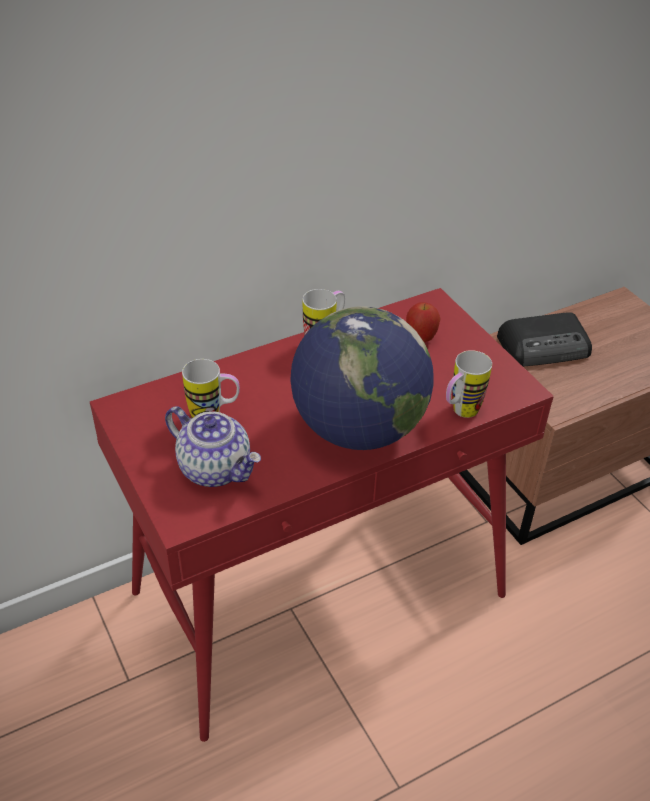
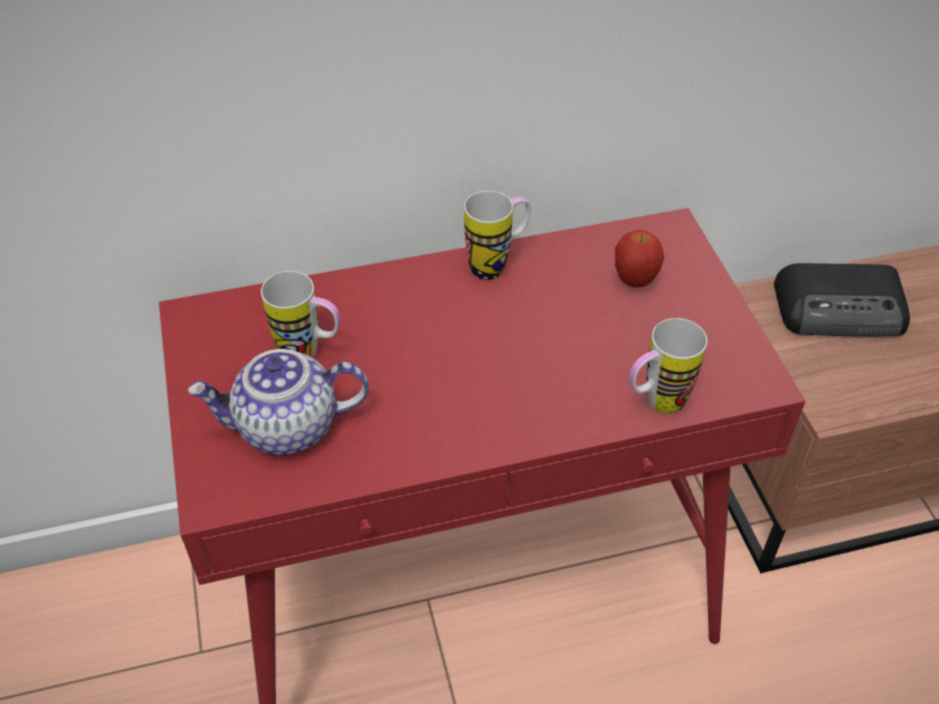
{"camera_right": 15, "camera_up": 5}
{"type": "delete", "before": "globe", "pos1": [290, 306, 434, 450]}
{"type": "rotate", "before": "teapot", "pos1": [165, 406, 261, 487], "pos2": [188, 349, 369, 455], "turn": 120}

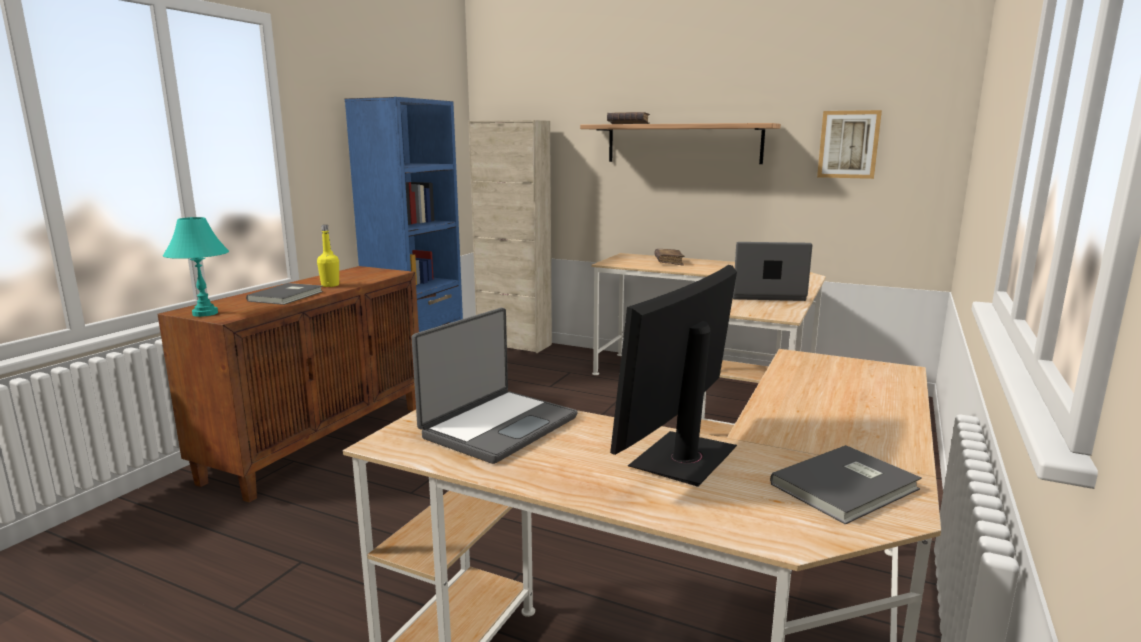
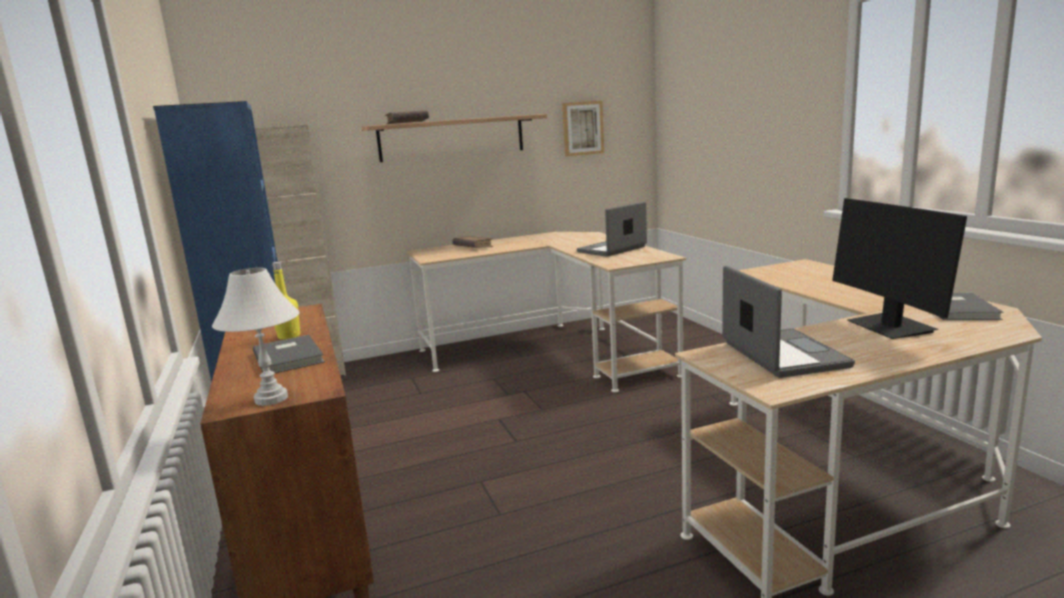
{"camera_right": -45, "camera_up": 0}
{"type": "recolor", "before": "turquoise table lamp", "after": "white table lamp", "pos1": [163, 217, 229, 317], "pos2": [212, 268, 300, 406]}

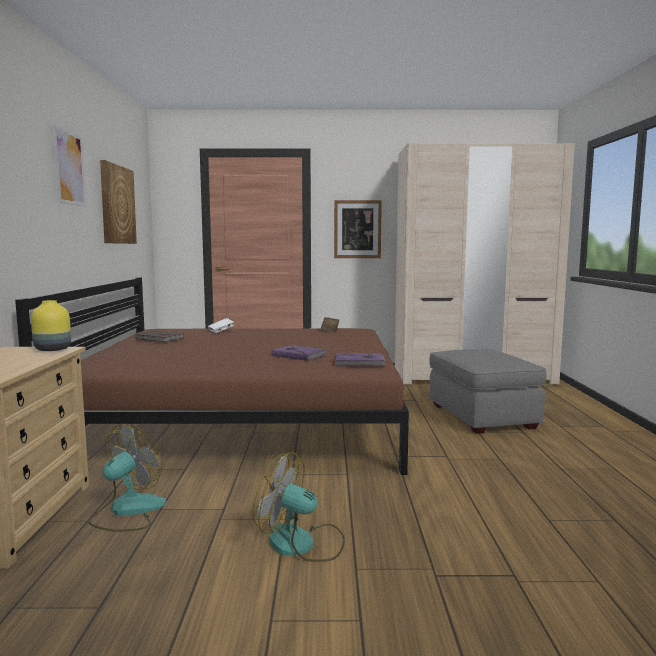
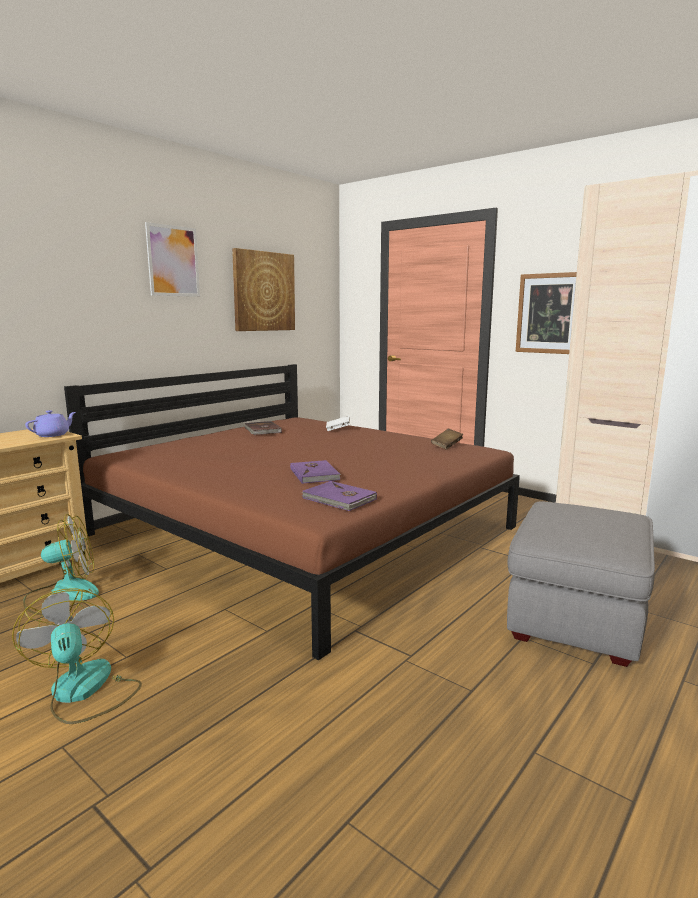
{"camera_right": 40, "camera_up": 5}
{"type": "replace", "before": "yellow vase", "after": "purple teapot", "pos1": [31, 300, 71, 351], "pos2": [25, 410, 76, 437]}

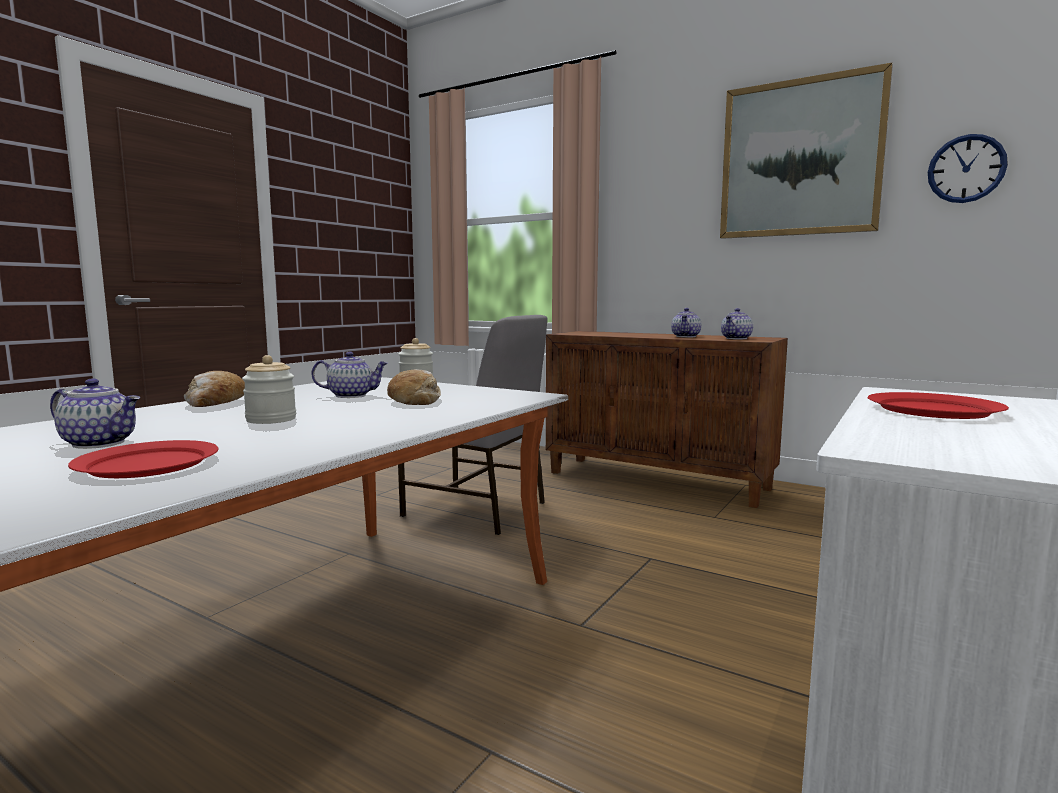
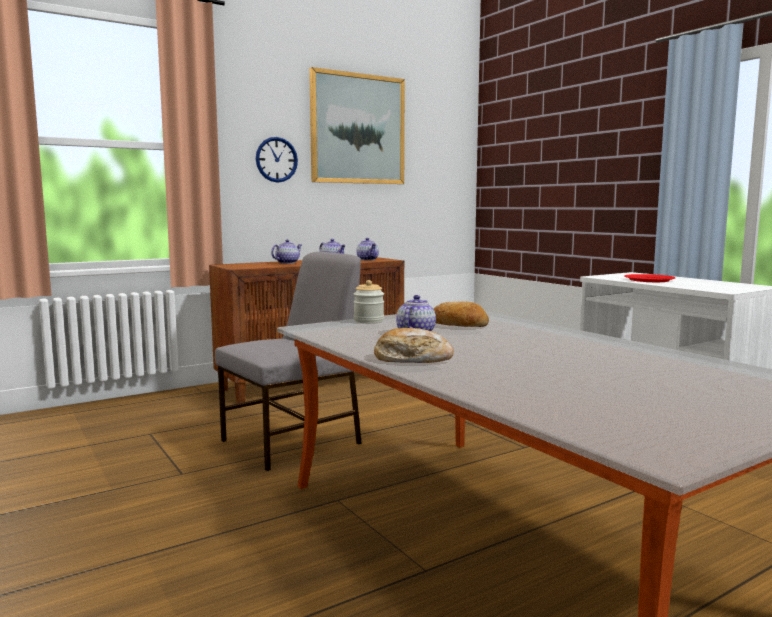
{"camera_right": -65, "camera_up": 0}
{"type": "delete", "before": "red plate", "pos1": [68, 440, 219, 478]}
{"type": "delete", "before": "jar", "pos1": [242, 355, 296, 424]}
{"type": "move", "before": "teapot", "pos1": [50, 378, 140, 449], "pos2": [271, 240, 302, 264]}
{"type": "move", "before": "wall clock", "pos1": [928, 134, 1008, 203], "pos2": [256, 137, 298, 183]}

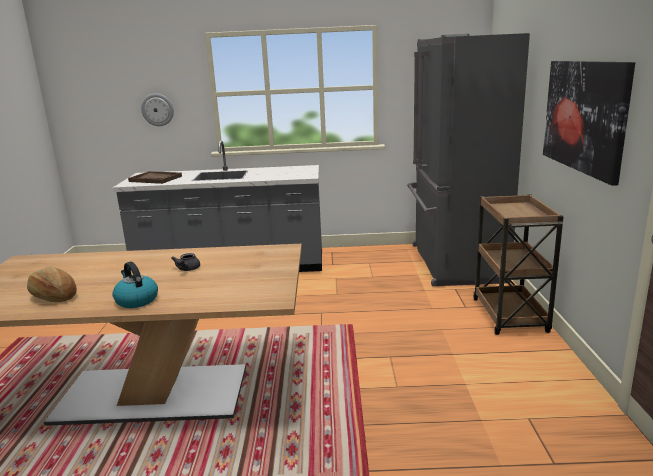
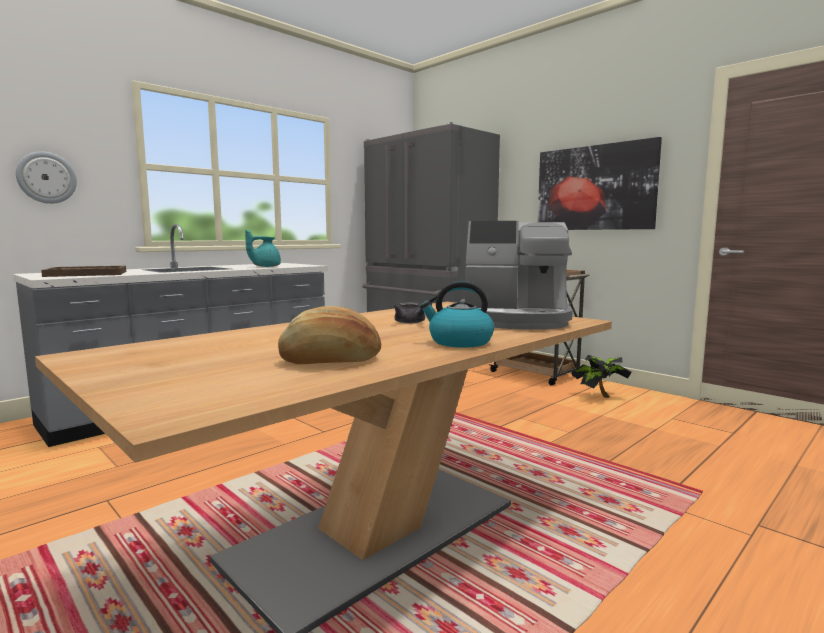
{"camera_right": -45, "camera_up": -10}
{"type": "insert", "after": "turquoise teapot", "pos2": [245, 230, 281, 267]}
{"type": "insert", "after": "coffee machine", "pos2": [460, 221, 573, 330]}
{"type": "insert", "after": "potted plant", "pos2": [572, 355, 632, 398]}

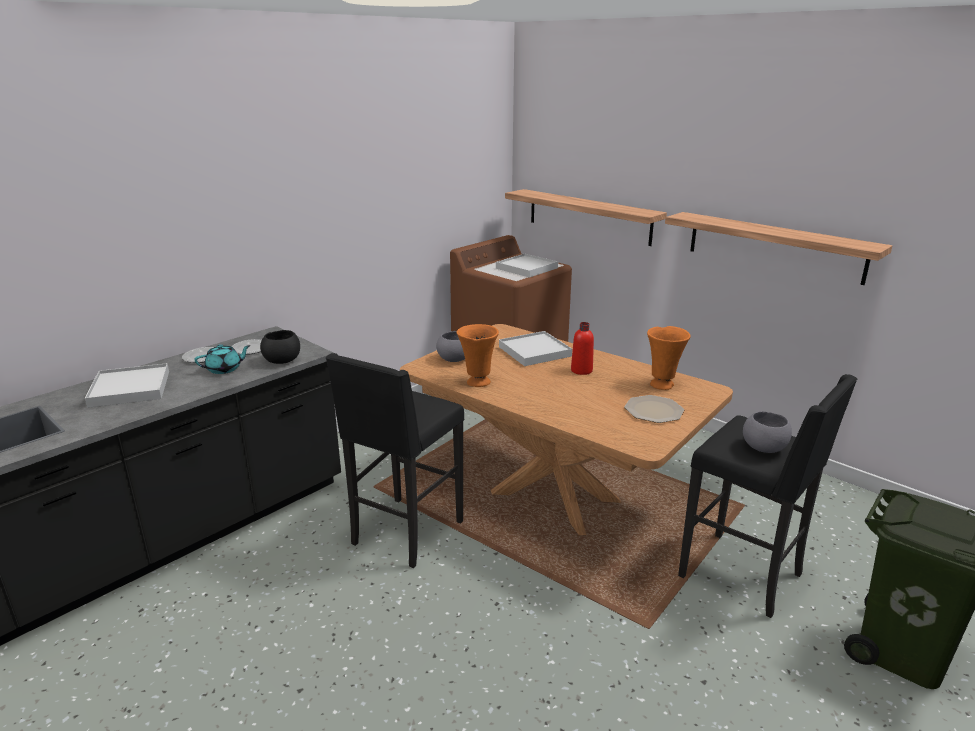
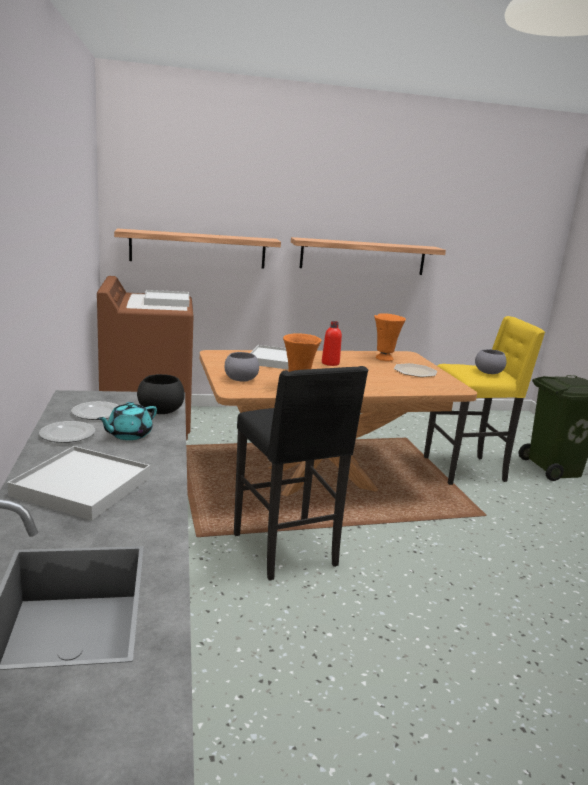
{"camera_right": -55, "camera_up": -5}
{"type": "recolor", "before": "black stool", "after": "yellow stool", "pos1": [678, 374, 857, 618], "pos2": [424, 316, 545, 485]}
{"type": "rotate", "before": "turquoise teapot", "pos1": [194, 344, 251, 374], "pos2": [97, 402, 157, 440], "turn": -150}

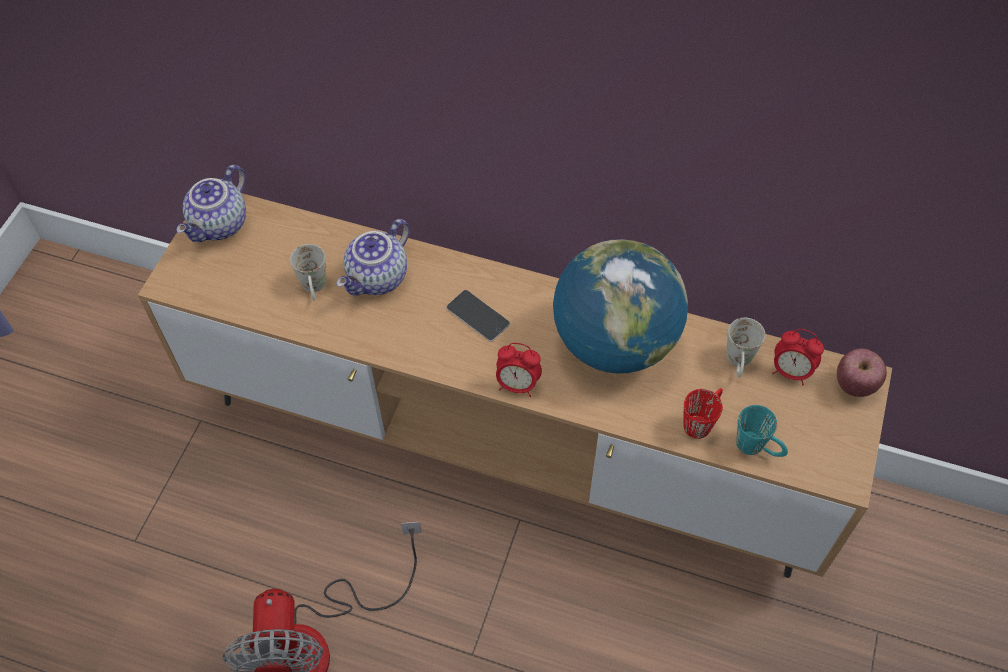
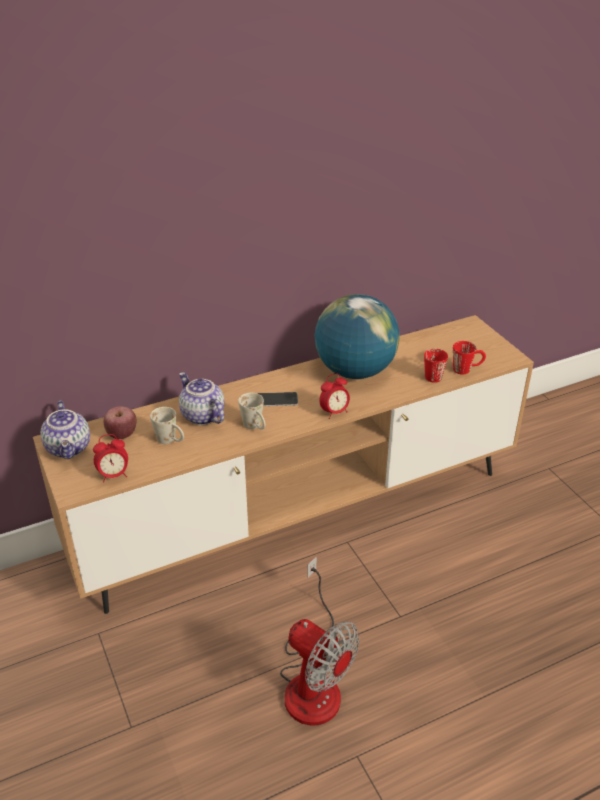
{"camera_right": -45, "camera_up": -20}
{"type": "move", "before": "white mug", "pos1": [726, 318, 765, 378], "pos2": [238, 393, 265, 429]}
{"type": "move", "before": "alarm clock", "pos1": [772, 329, 824, 385], "pos2": [93, 434, 128, 483]}
{"type": "move", "before": "apple", "pos1": [837, 348, 887, 397], "pos2": [104, 406, 137, 439]}
{"type": "recolor", "before": "turquoise mug", "after": "red mug", "pos1": [736, 405, 788, 457], "pos2": [453, 341, 486, 374]}
{"type": "rotate", "before": "teapot", "pos1": [336, 219, 410, 296], "pos2": [179, 372, 224, 425], "turn": 150}

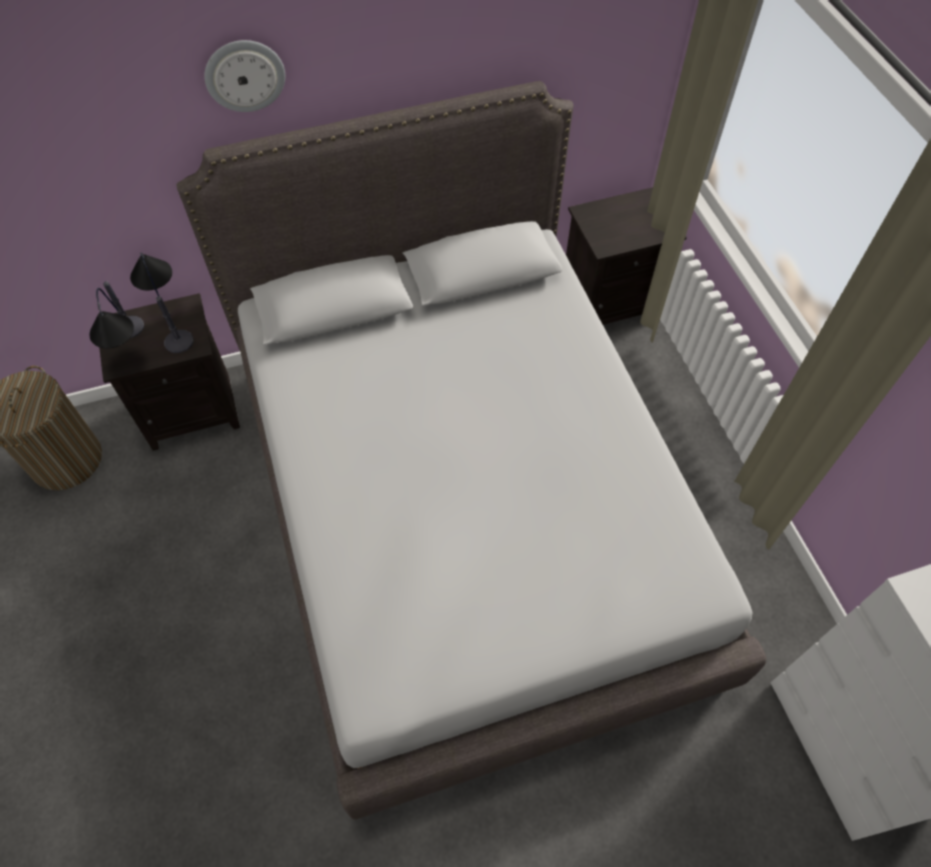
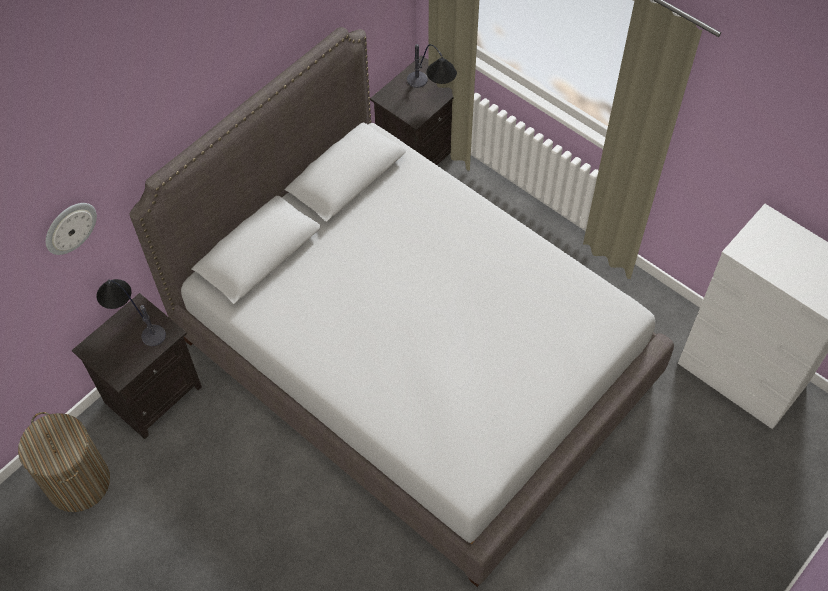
{"camera_right": -30, "camera_up": 0}
{"type": "move", "before": "table lamp", "pos1": [89, 281, 144, 348], "pos2": [407, 44, 457, 88]}
{"type": "move", "before": "wall clock", "pos1": [204, 40, 285, 112], "pos2": [46, 203, 97, 255]}

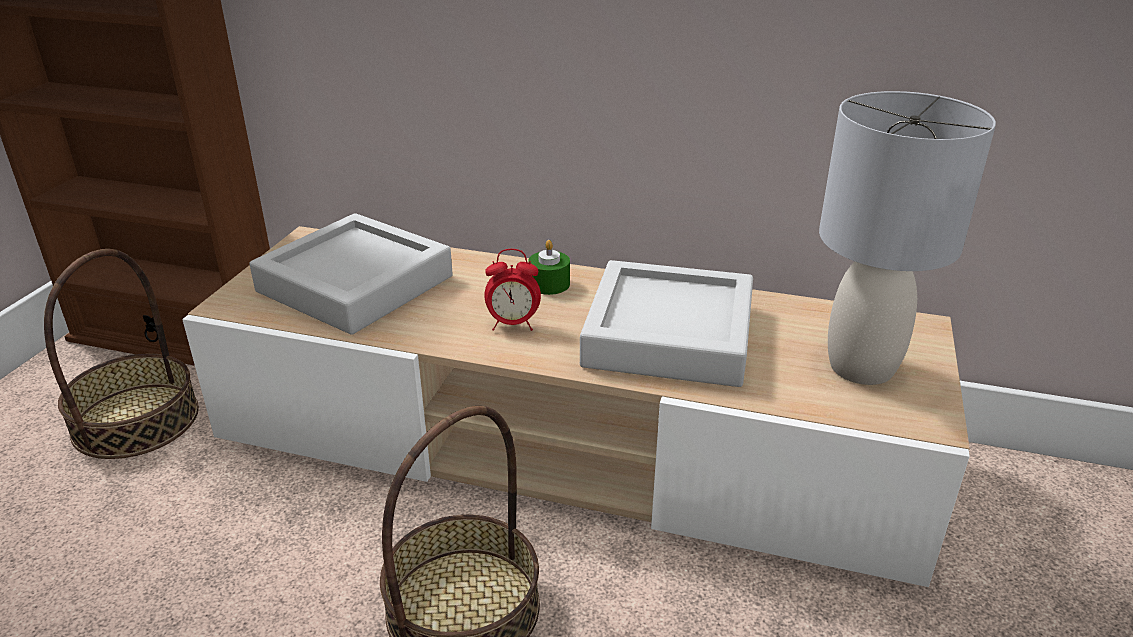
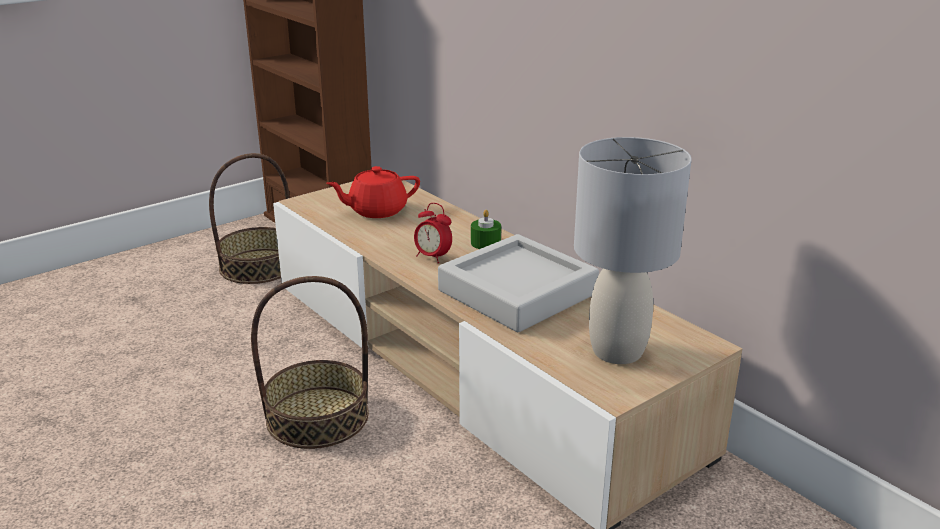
{"camera_right": 35, "camera_up": -5}
{"type": "replace", "before": "grey tray", "after": "red teapot", "pos1": [250, 213, 453, 335], "pos2": [326, 166, 420, 218]}

